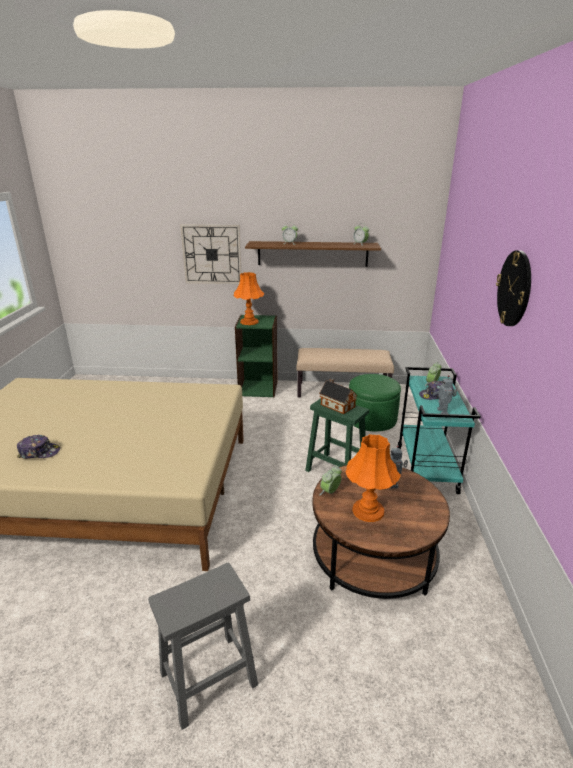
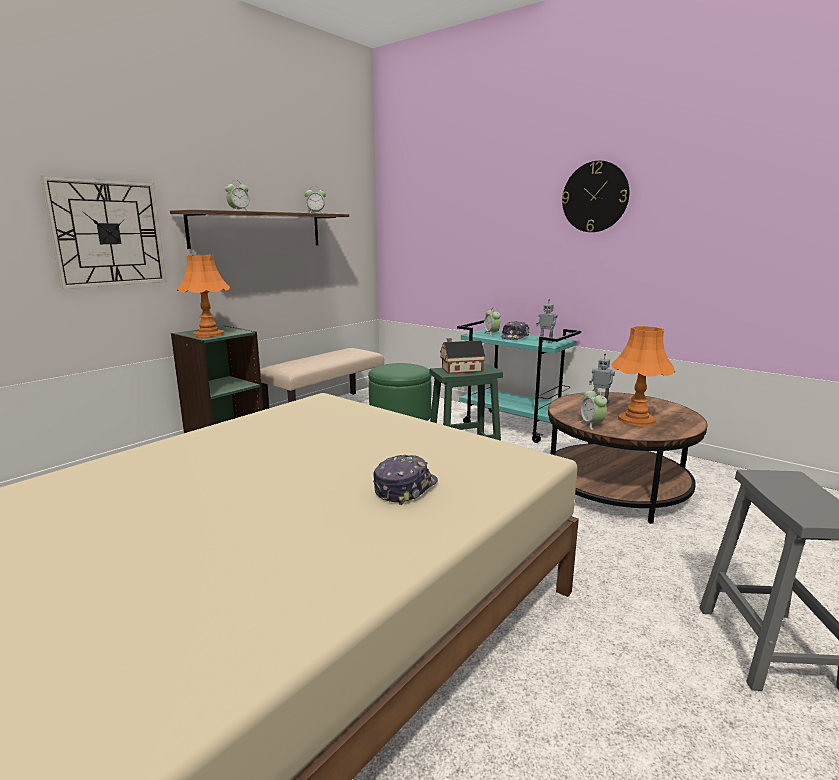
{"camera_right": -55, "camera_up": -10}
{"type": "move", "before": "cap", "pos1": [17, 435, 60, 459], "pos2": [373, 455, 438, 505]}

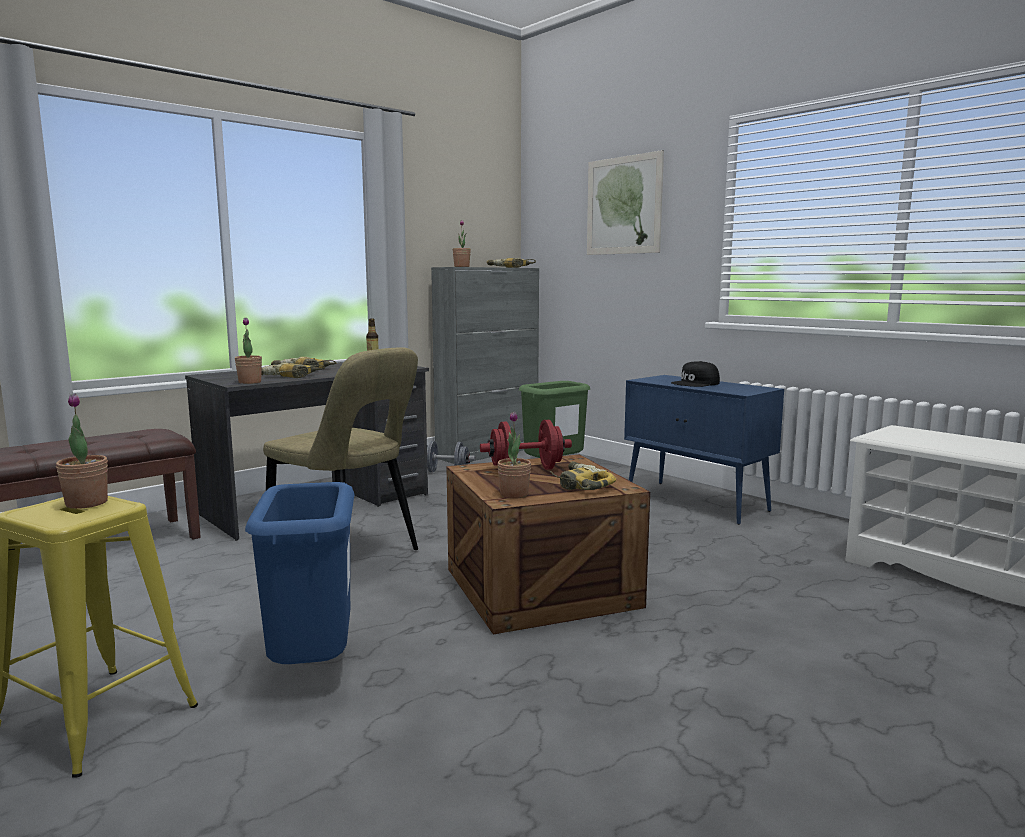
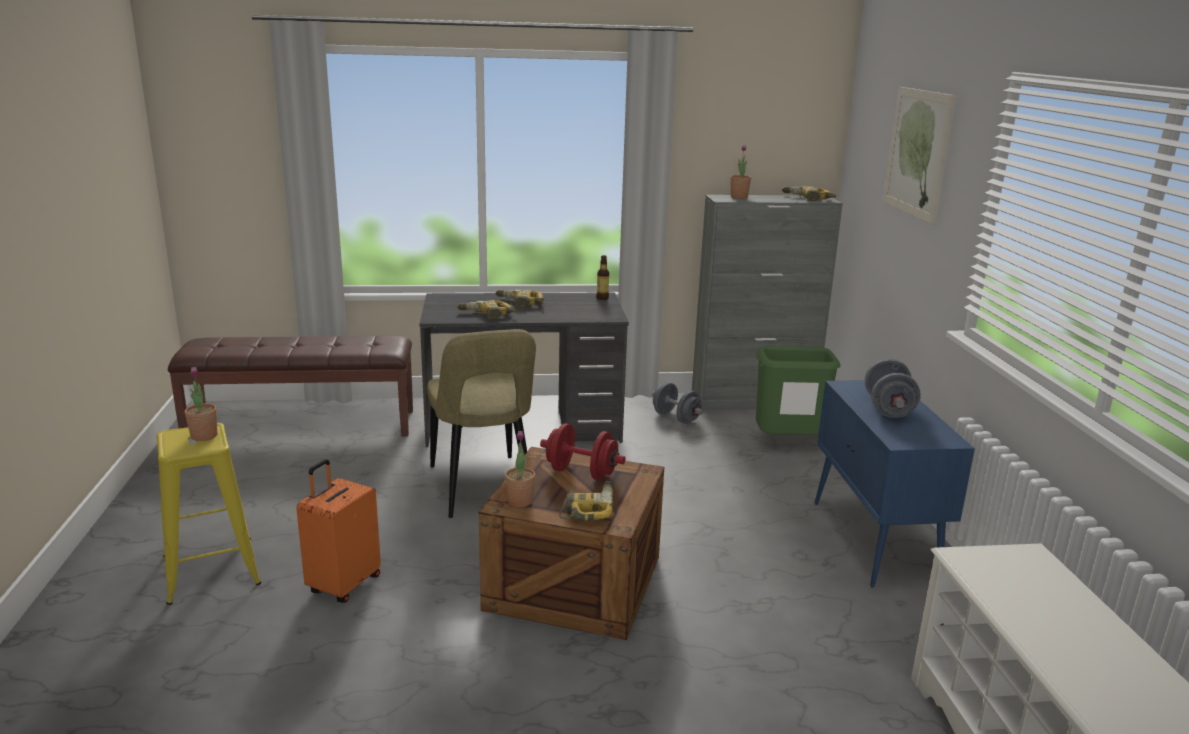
{"camera_right": 35, "camera_up": 10}
{"type": "delete", "before": "potted plant", "pos1": [235, 317, 262, 384]}
{"type": "replace", "before": "blue trash can", "after": "orange suitcase", "pos1": [245, 482, 354, 664], "pos2": [296, 459, 381, 603]}
{"type": "replace", "before": "black cap", "after": "grey dumbbell", "pos1": [671, 361, 720, 387], "pos2": [865, 359, 921, 418]}

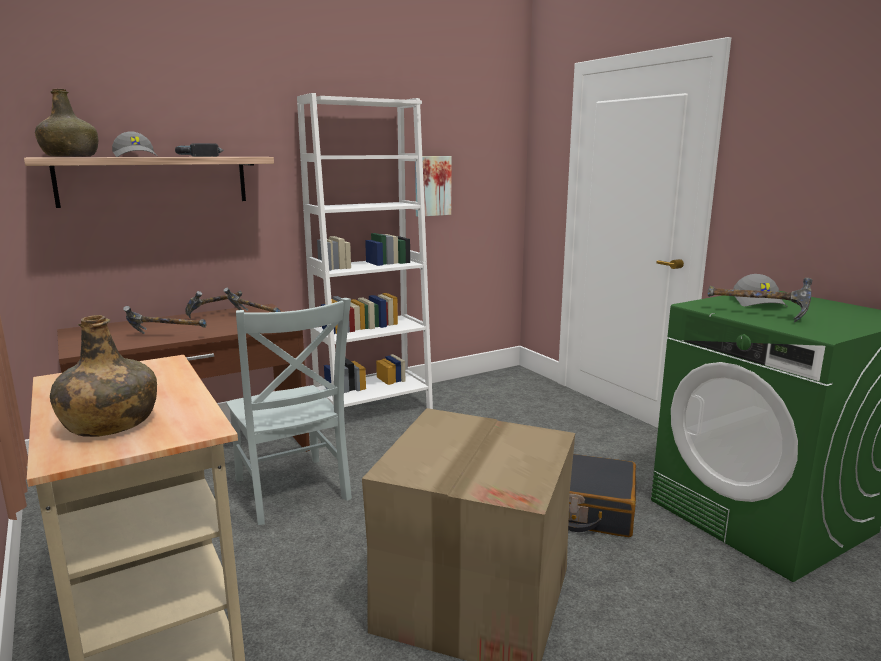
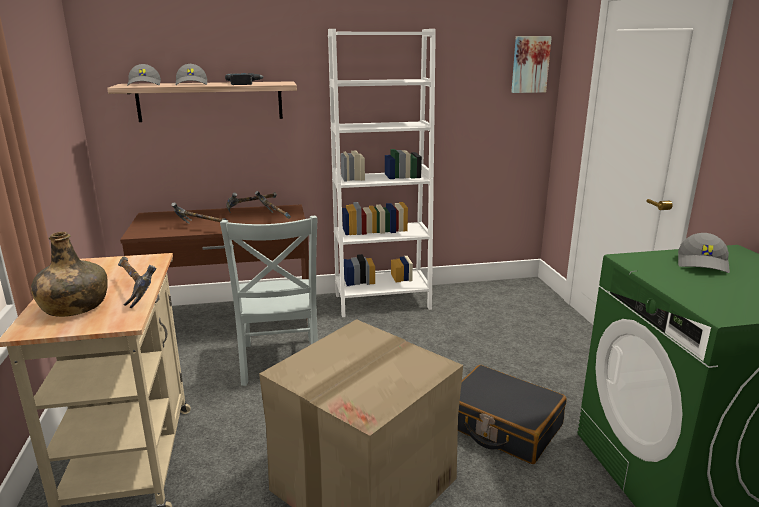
{"camera_right": 20, "camera_up": 5}
{"type": "move", "before": "picture", "pos1": [415, 156, 452, 217], "pos2": [511, 36, 552, 93]}
{"type": "move", "before": "hammer", "pos1": [707, 278, 812, 322], "pos2": [118, 256, 157, 308]}
{"type": "replace", "before": "green bottle", "after": "grey cap", "pos1": [35, 89, 98, 157], "pos2": [127, 64, 161, 86]}

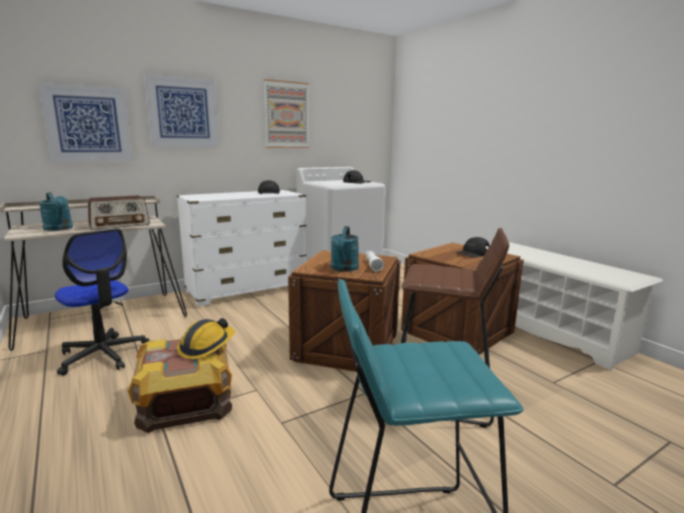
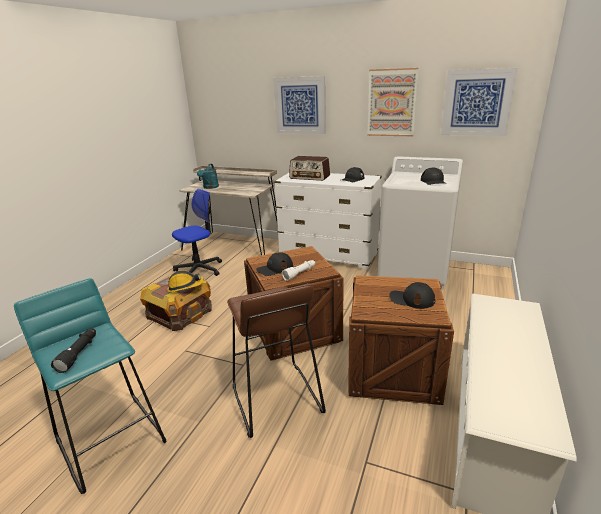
{"camera_right": 55, "camera_up": 10}
{"type": "insert", "after": "black flashlight", "pos2": [51, 328, 96, 373]}
{"type": "move", "before": "picture", "pos1": [38, 82, 133, 162], "pos2": [441, 68, 517, 136]}
{"type": "move", "before": "radio", "pos1": [88, 195, 150, 230], "pos2": [289, 156, 330, 181]}
{"type": "replace", "before": "turquoise watering can", "after": "black cap", "pos1": [331, 226, 359, 272], "pos2": [256, 252, 293, 276]}
{"type": "rotate", "before": "office chair", "pos1": [55, 228, 150, 376], "pos2": [172, 188, 222, 276], "turn": -135}

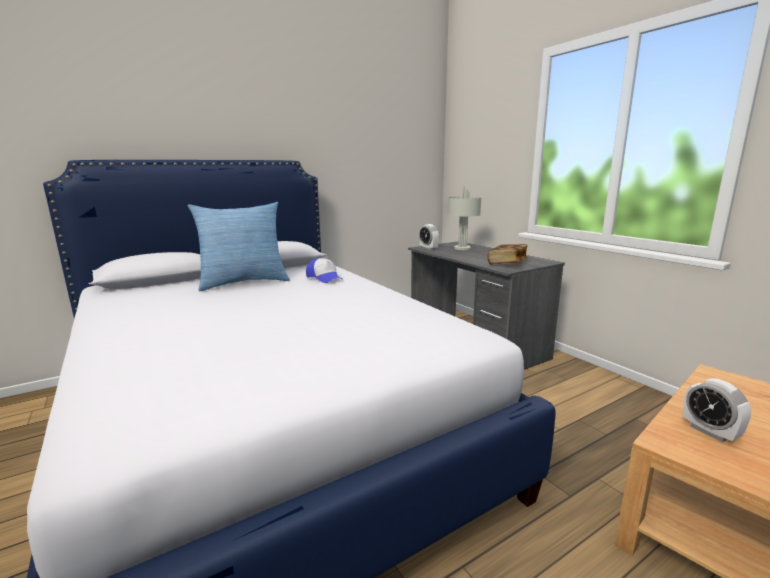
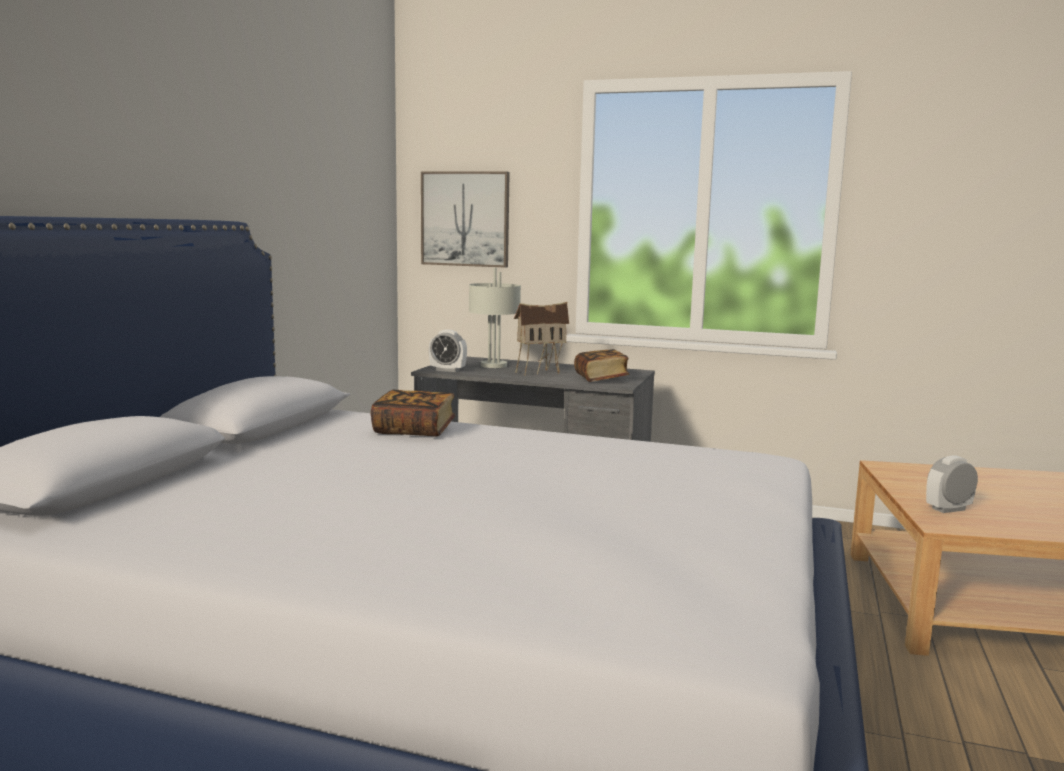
{"camera_right": -40, "camera_up": -5}
{"type": "delete", "before": "pillow", "pos1": [188, 202, 290, 291]}
{"type": "insert", "after": "picture", "pos2": [421, 172, 510, 268]}
{"type": "insert", "after": "toy house", "pos2": [514, 302, 569, 376]}
{"type": "replace", "before": "cap", "after": "book", "pos1": [306, 258, 342, 283], "pos2": [371, 390, 456, 436]}
{"type": "rotate", "before": "alarm clock", "pos1": [683, 378, 751, 442], "pos2": [926, 455, 978, 513], "turn": 135}

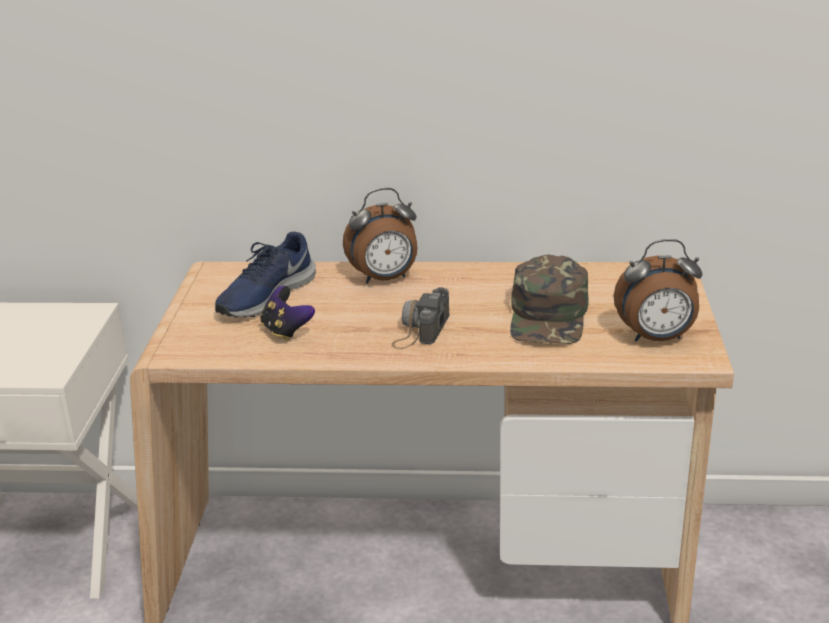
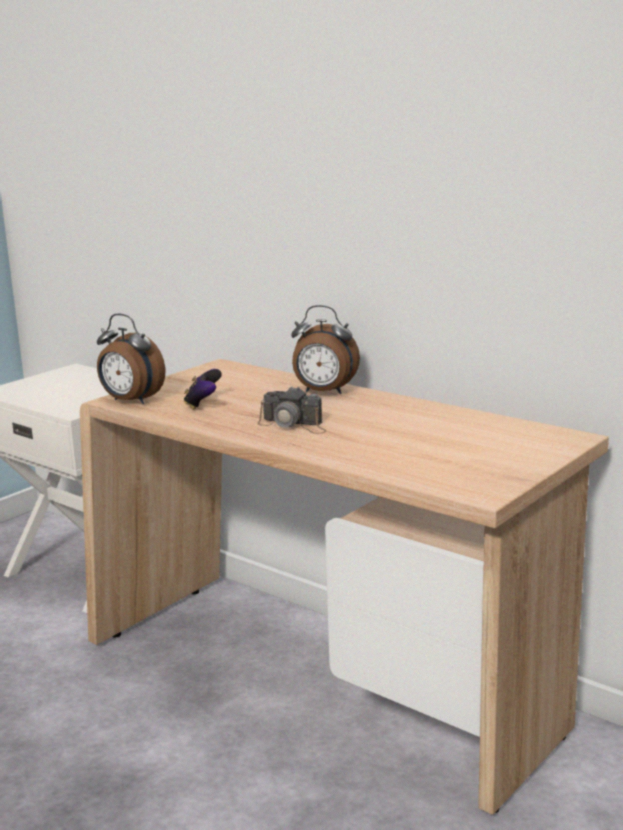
{"camera_right": 35, "camera_up": -10}
{"type": "delete", "before": "blue shoe", "pos1": [215, 232, 316, 318]}
{"type": "delete", "before": "green cap", "pos1": [510, 255, 589, 344]}
{"type": "move", "before": "alarm clock", "pos1": [614, 239, 702, 342], "pos2": [97, 314, 165, 404]}
{"type": "rotate", "before": "photo camera", "pos1": [392, 287, 450, 349], "pos2": [257, 386, 327, 434], "turn": -120}

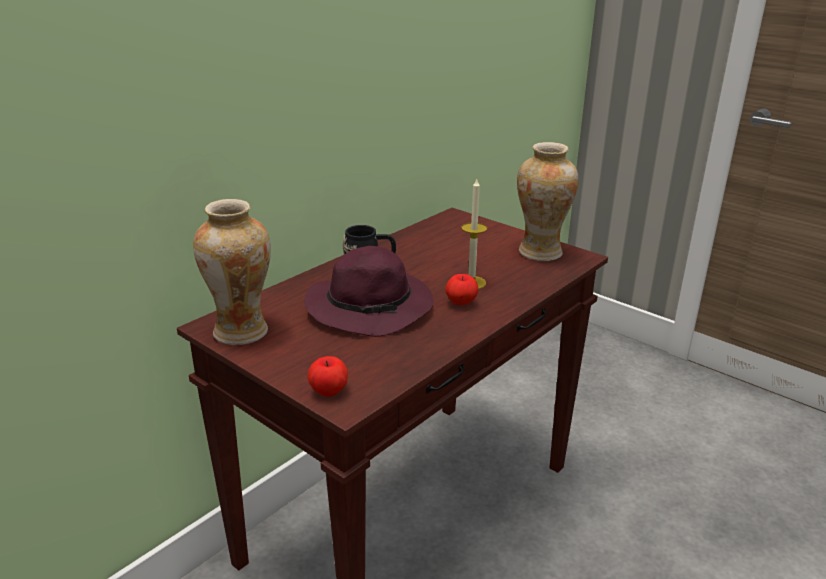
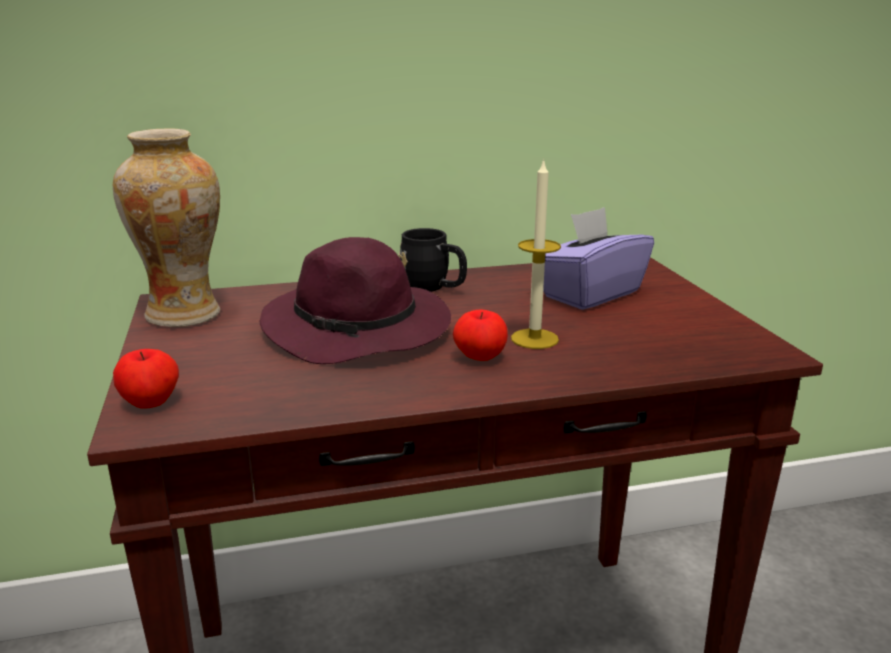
{"camera_right": 35, "camera_up": -5}
{"type": "delete", "before": "vase", "pos1": [517, 142, 579, 261]}
{"type": "insert", "after": "purple tissue box", "pos2": [543, 207, 654, 310]}

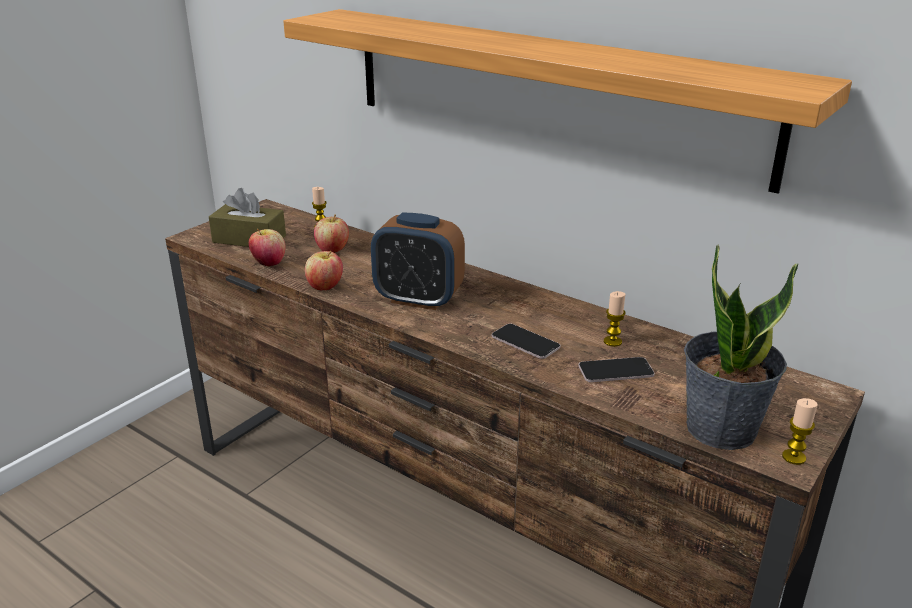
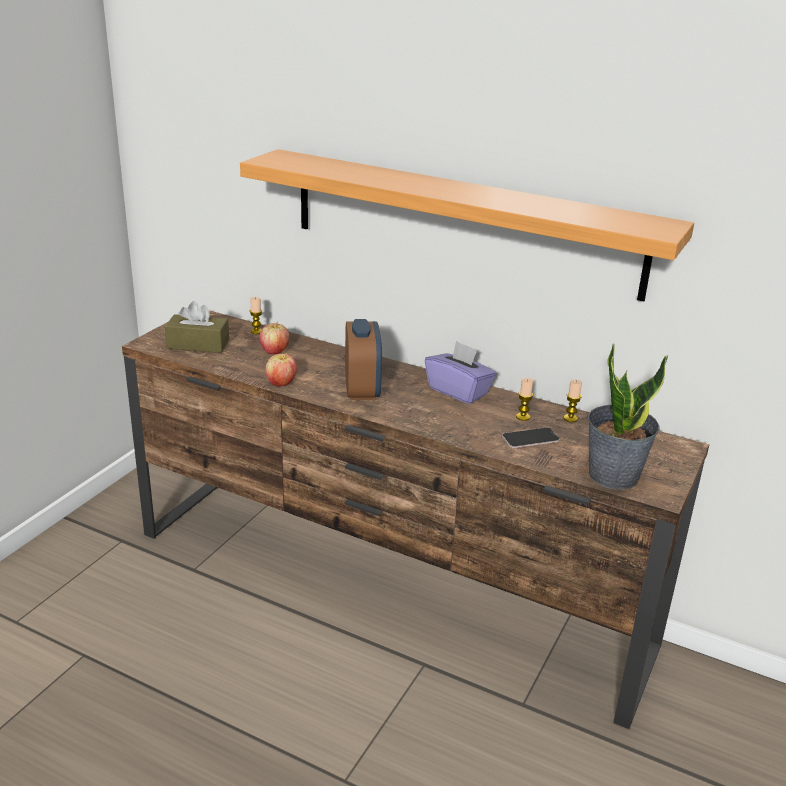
{"camera_right": -10, "camera_up": 0}
{"type": "delete", "before": "apple", "pos1": [249, 229, 285, 266]}
{"type": "delete", "before": "phone", "pos1": [492, 324, 560, 359]}
{"type": "insert", "after": "purple tissue box", "pos2": [425, 341, 496, 404]}
{"type": "move", "before": "candle", "pos1": [782, 398, 817, 465], "pos2": [564, 380, 582, 422]}
{"type": "rotate", "before": "alarm clock", "pos1": [371, 213, 465, 310], "pos2": [345, 319, 382, 400], "turn": -105}

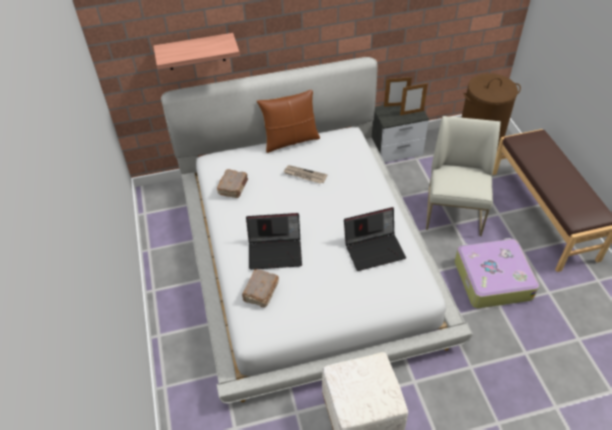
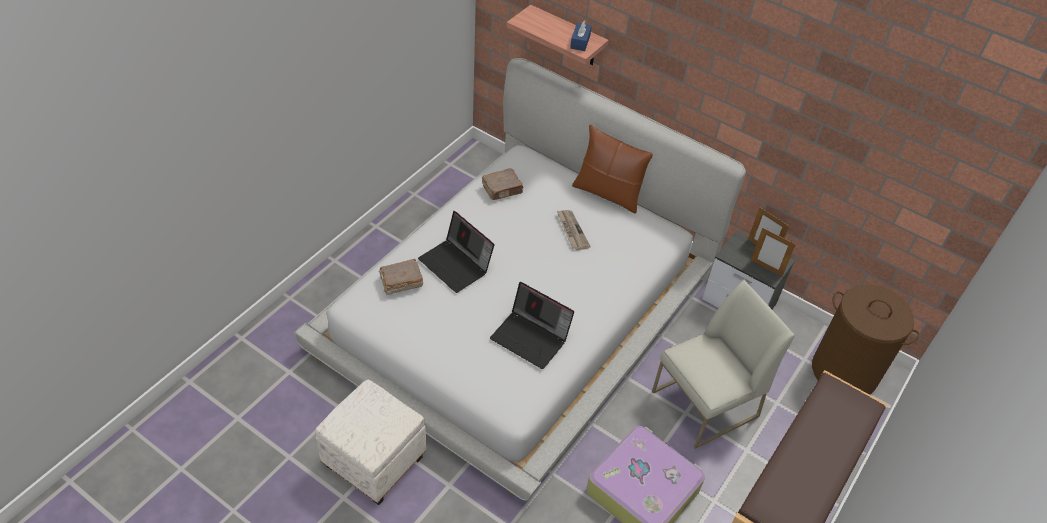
{"camera_right": 45, "camera_up": 0}
{"type": "insert", "after": "blue tissue box", "pos2": [570, 20, 592, 51]}

